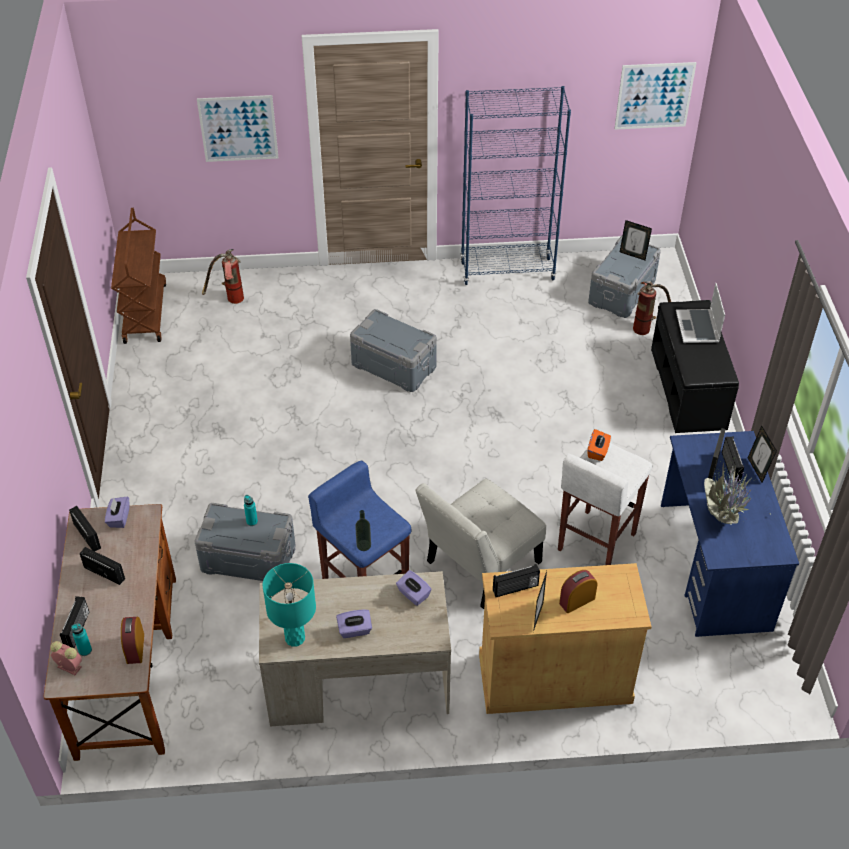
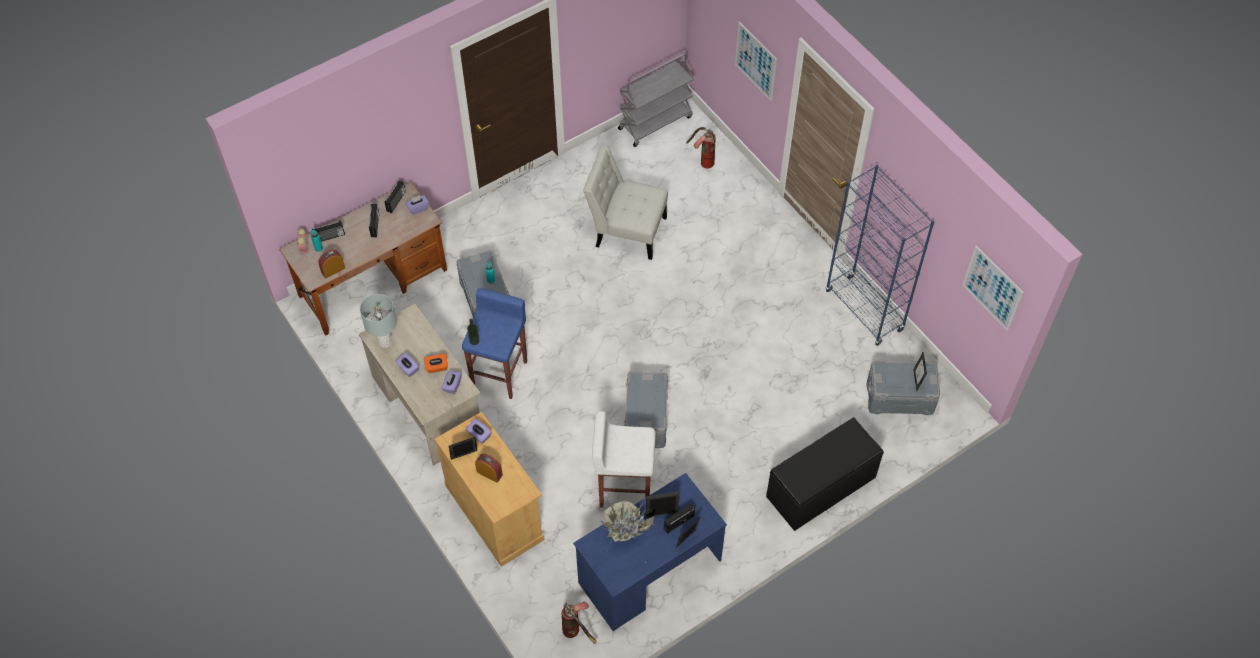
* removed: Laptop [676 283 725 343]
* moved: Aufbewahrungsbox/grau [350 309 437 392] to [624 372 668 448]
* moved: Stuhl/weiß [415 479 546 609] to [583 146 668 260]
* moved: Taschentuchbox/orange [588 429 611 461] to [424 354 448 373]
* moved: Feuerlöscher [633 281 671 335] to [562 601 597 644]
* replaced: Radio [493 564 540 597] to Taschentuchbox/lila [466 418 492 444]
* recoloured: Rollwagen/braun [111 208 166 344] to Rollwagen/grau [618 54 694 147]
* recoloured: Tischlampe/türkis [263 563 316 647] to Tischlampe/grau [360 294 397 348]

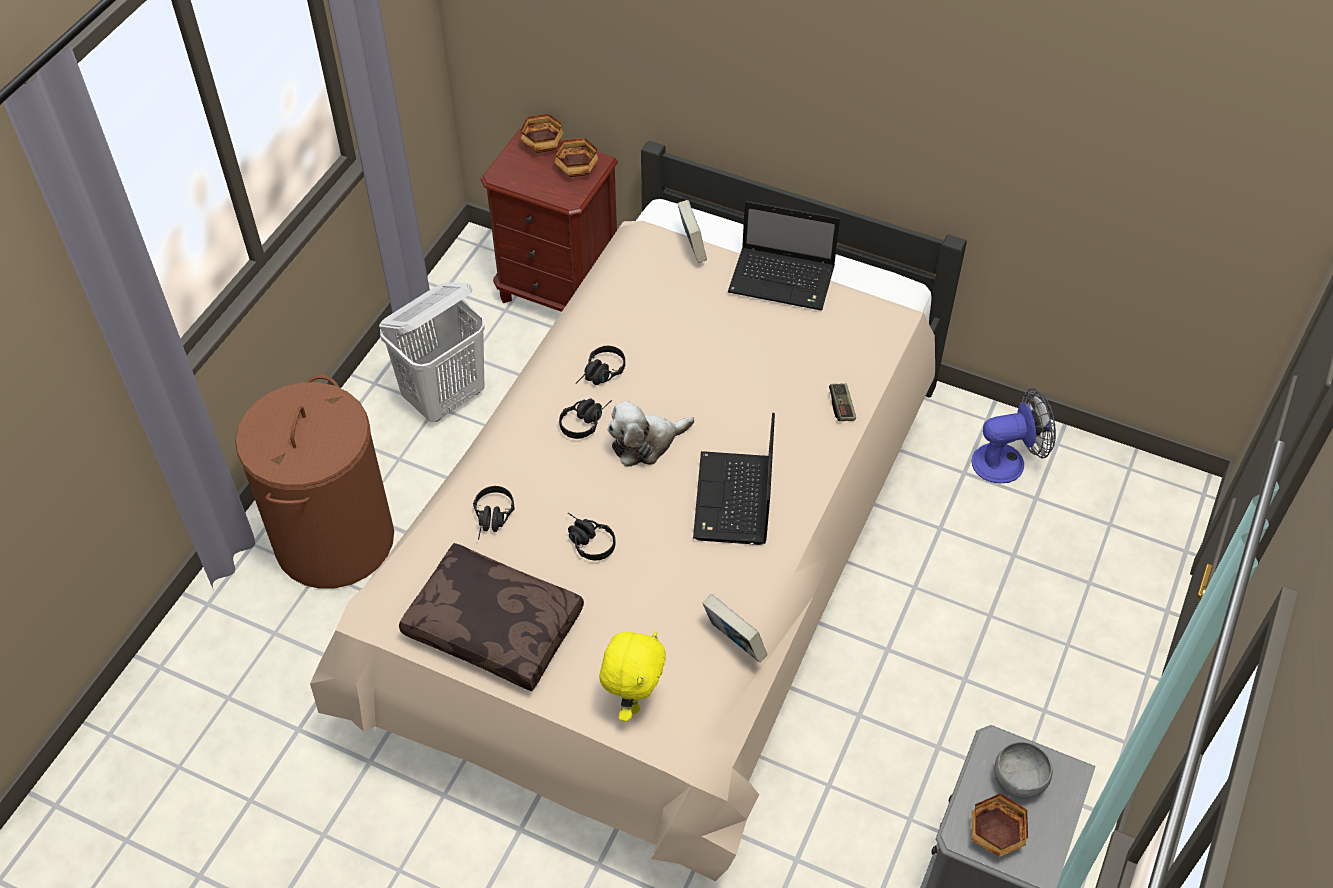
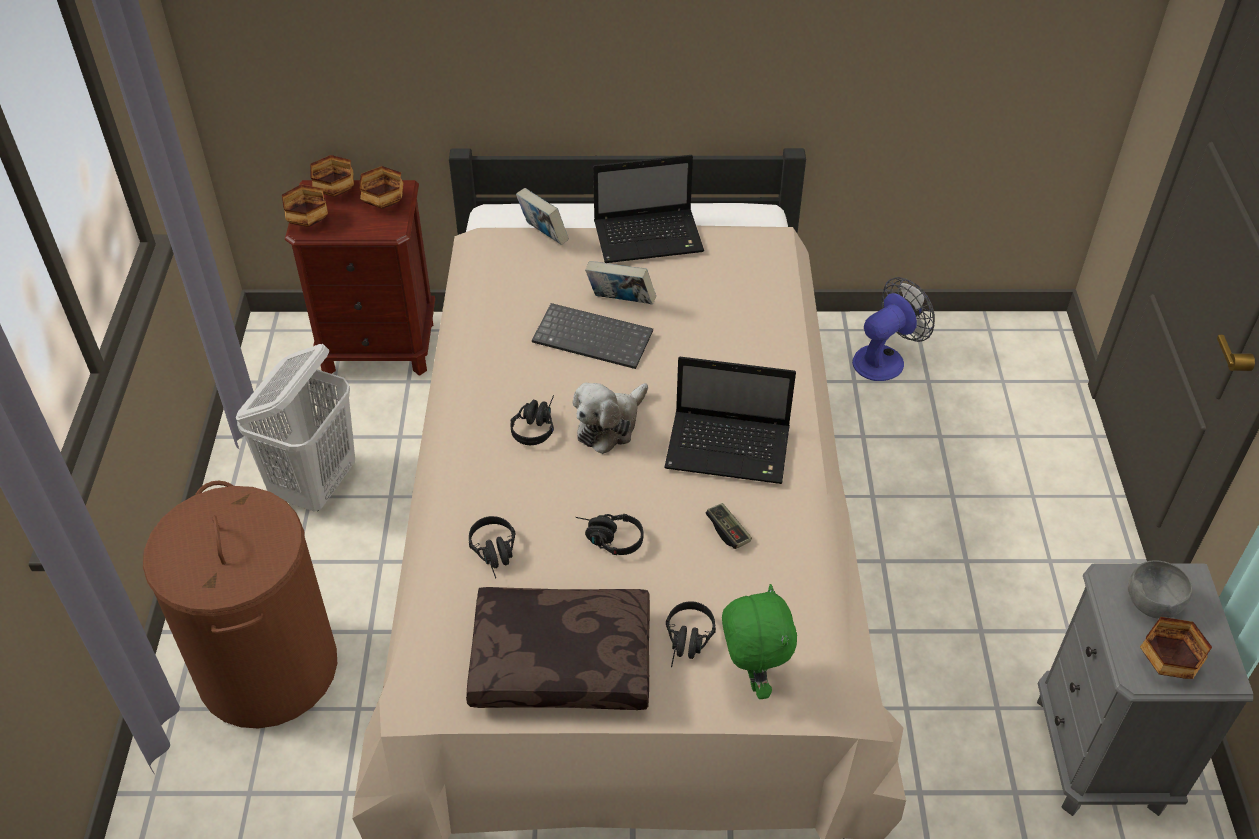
* added: Schüssel [282 184 328 227]
* added: Tastatur [532 303 653 369]
* moved: Kopfhörer/schwarz [576 346 625 385] to [666 601 716 667]
* moved: Buch [702 594 767 663] to [585 261 656 304]
* moved: Gamepad [829 383 856 421] to [706 503 752 549]
* recoloured: Plüschtier/gelb [599 631 666 722] to Plüschtier/grün [722 584 797 699]
* turned: Laptop [693 413 775 545] = [664 357 796 484] 60 degrees counterclockwise

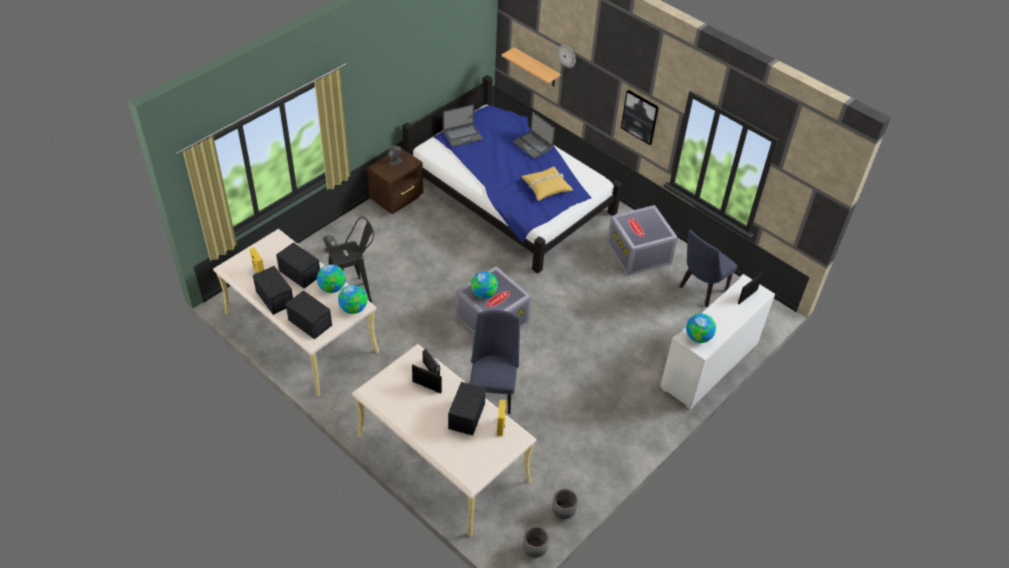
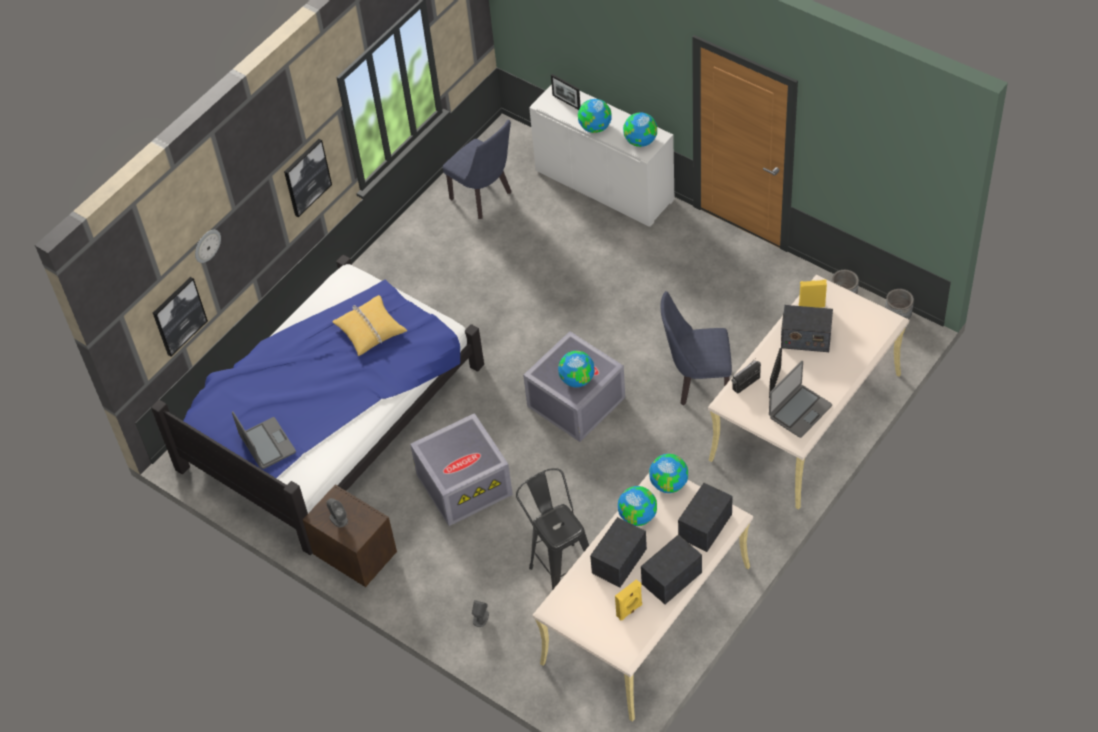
* added: Globus [578 99 612 133]
* moved: Laptop [513 112 555 158] to [769 361 832 438]
* moved: Aufbewahrungsbox/grau [607 205 678 275] to [410 413 513 526]
* replaced: Wandregal [501 47 561 87] to Bild [153 277 208 356]

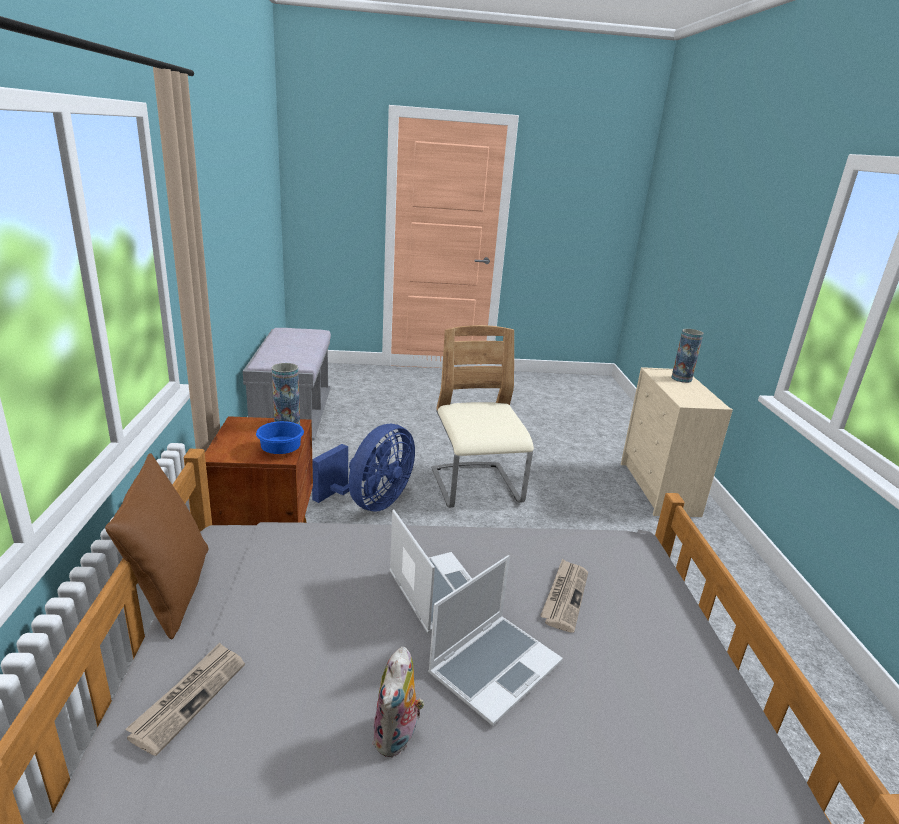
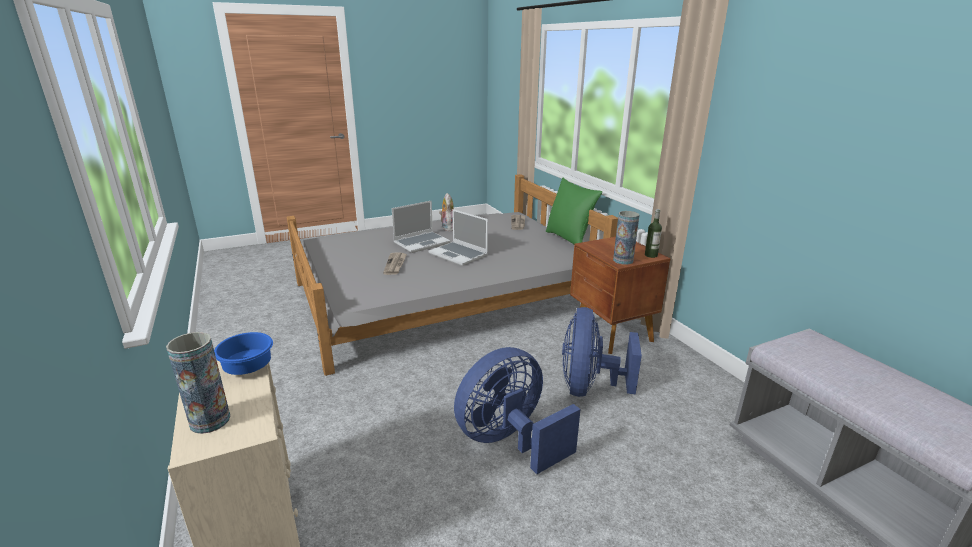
* added: Flasche [645 209 662 258]
* moved: Schüssel/blau [256 421 304 454] to [214 332 273 375]
* replaced: Stuhl/beige [431 325 534 508] to Ventilator/blau [454 347 581 474]
* recoloured: Kissen/braun [105 453 208 640] to Kissen/grün [546 178 602 244]
* turned: Laptop [428 555 563 726] = [392 200 451 253] 150 degrees counterclockwise

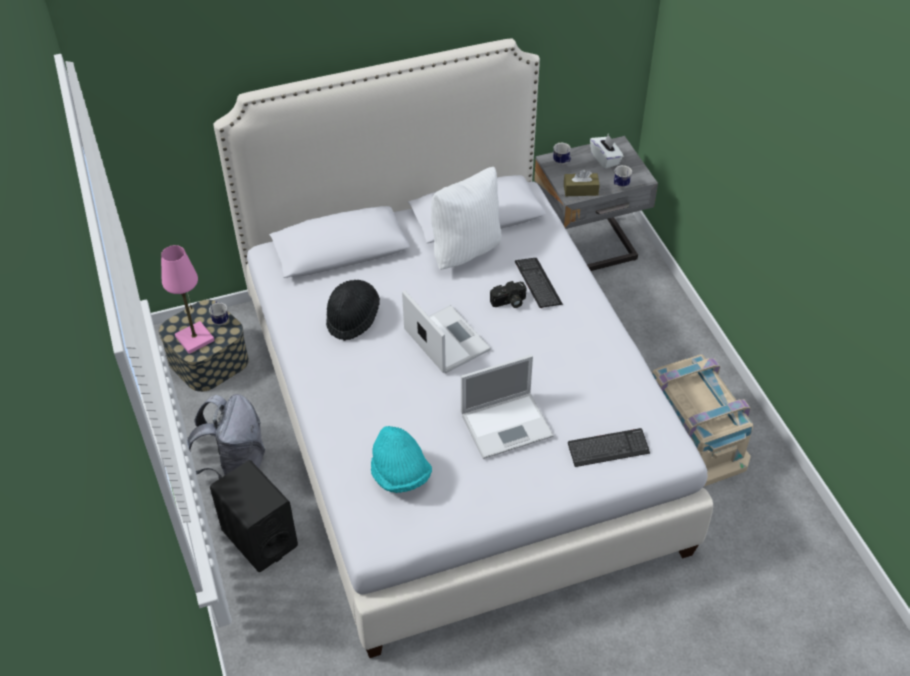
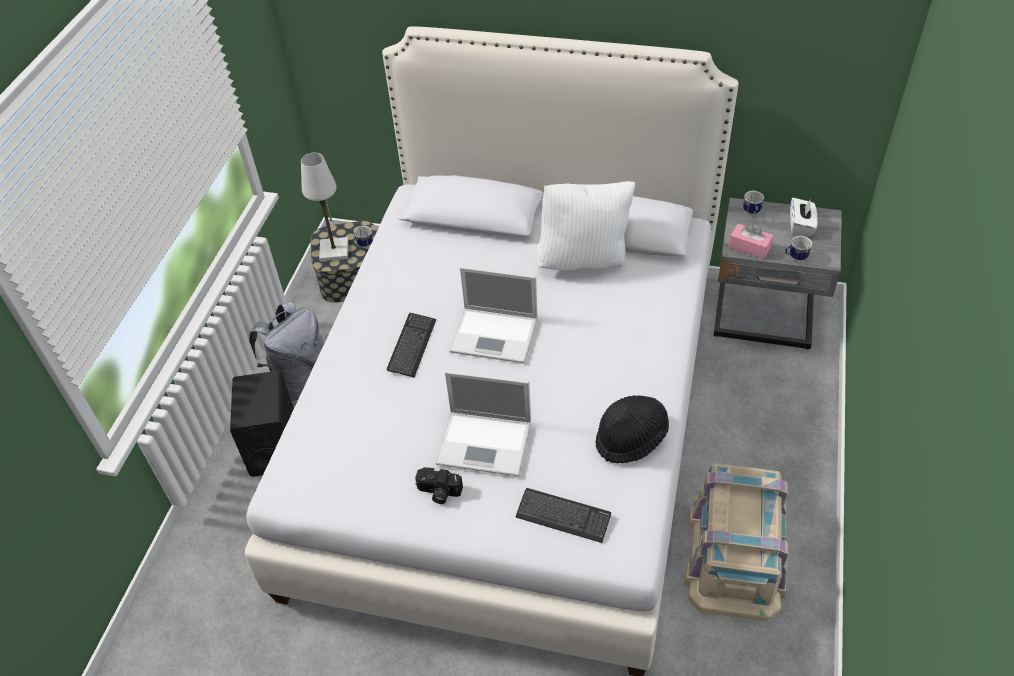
* removed: Hut/türkis [371 426 432 493]
* moved: Hut/schwarz [326 280 380 341] to [596 395 669 463]
* moved: Kamera [490 281 526 308] to [415 467 463 504]
* moved: Tastatur [515 258 563 308] to [387 313 436 377]
* recoloured: Tischlampe/rosa [161 245 215 354] to Tischlampe/weiß [301 153 349 262]
* recoloured: Taschentuchbox/braun [564 169 600 196] to Taschentuchbox/rosa [729 224 774 259]
* turned: Laptop [402 290 491 373] = [449 266 538 363] 105 degrees clockwise

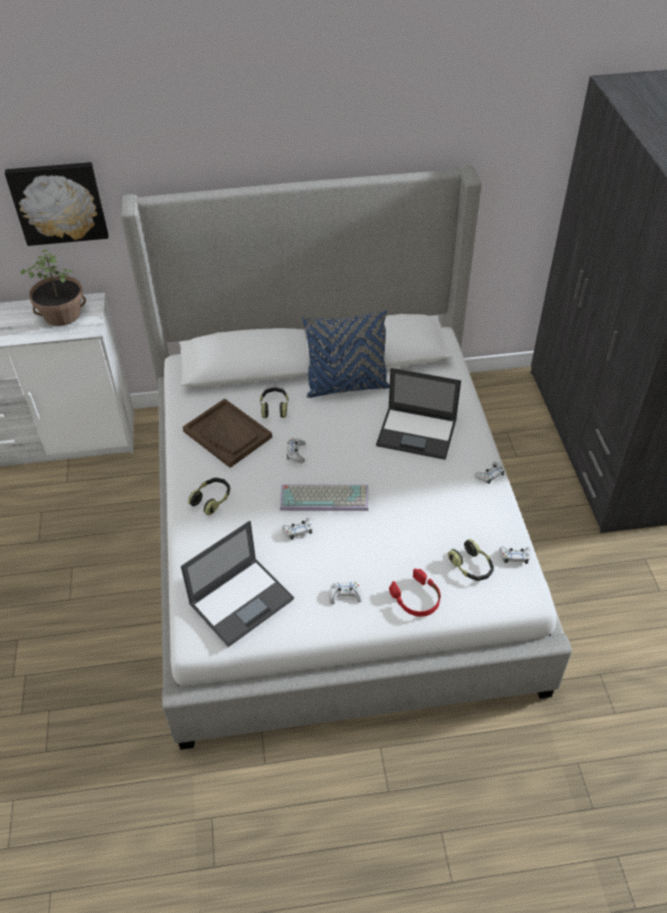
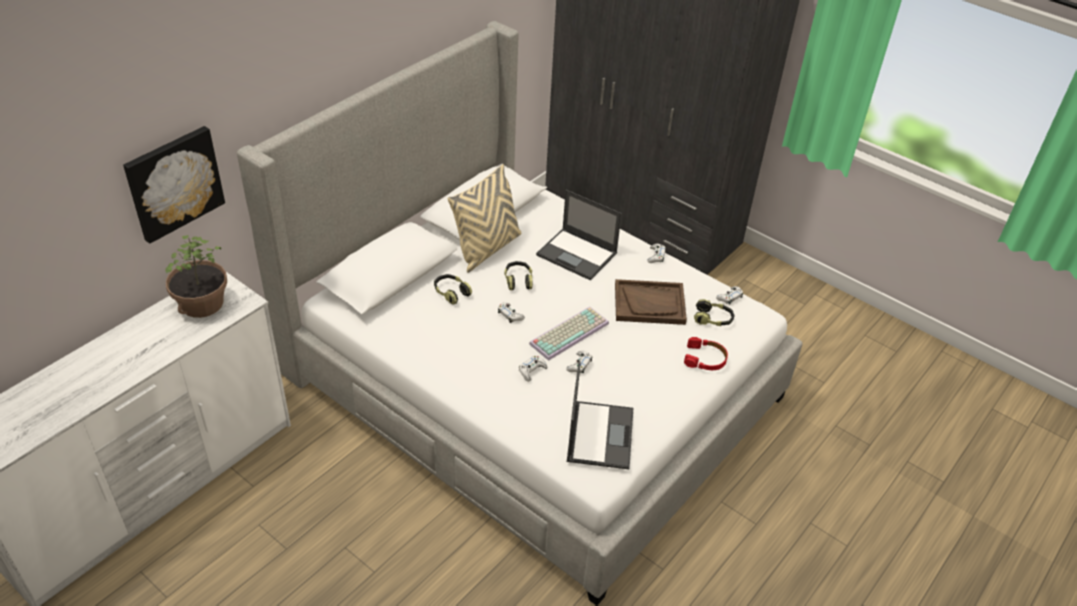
* moved: Tablett/braun [183 399 272 468] to [615 279 687 325]
* moved: Kopfhörer [188 478 230 516] to [505 261 533 291]
* moved: Gamepad/weiß [329 582 362 604] to [519 356 547 382]
* recoloured: Kissen/blau [302 310 390 398] to Kissen/beige [447 164 521 273]
* turned: Laptop [376 368 461 460] = [536 190 622 280] 60 degrees clockwise

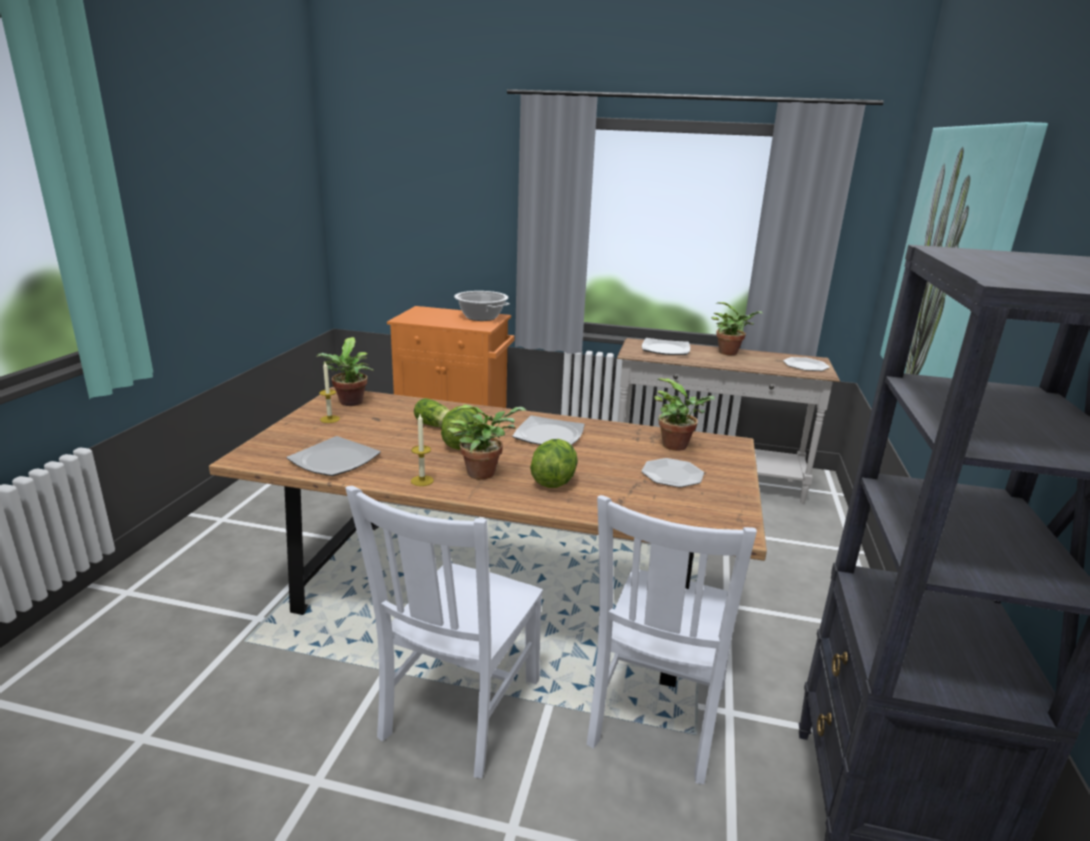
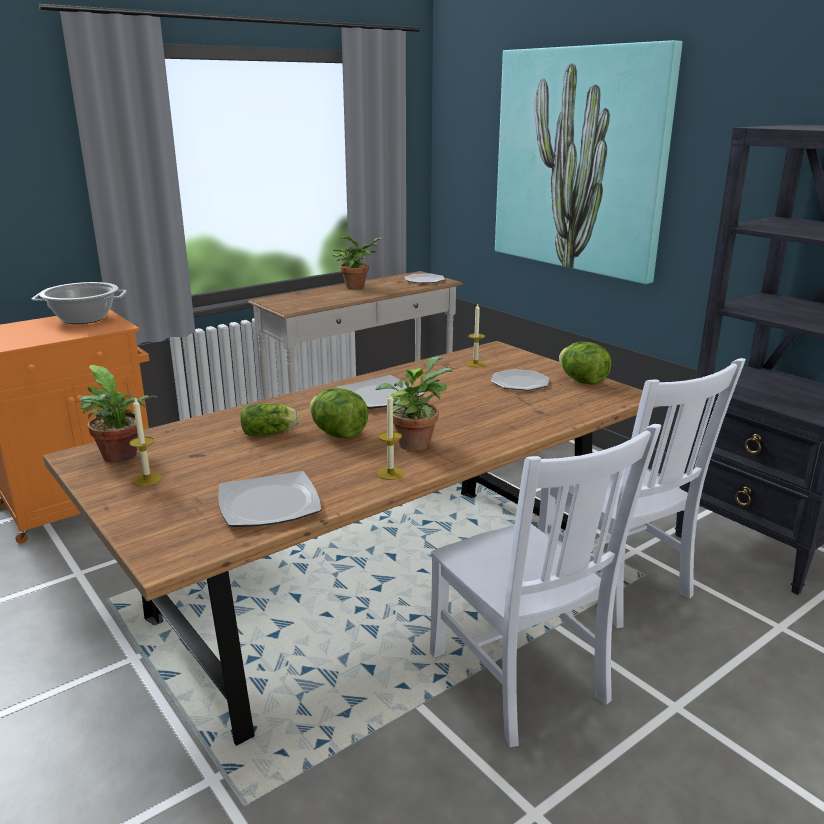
* removed: Teller [642 338 690 355]
* moved: Salatkopf [530 439 578 488] to [559 342 611 384]
* replaced: Topfpflanze [654 378 715 451] to Kerze [466 304 485 367]

